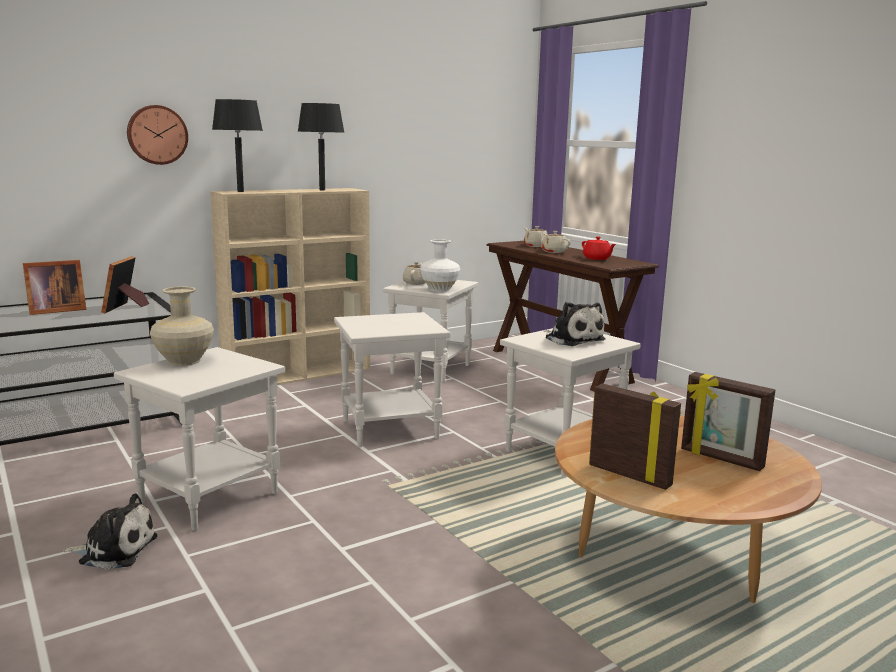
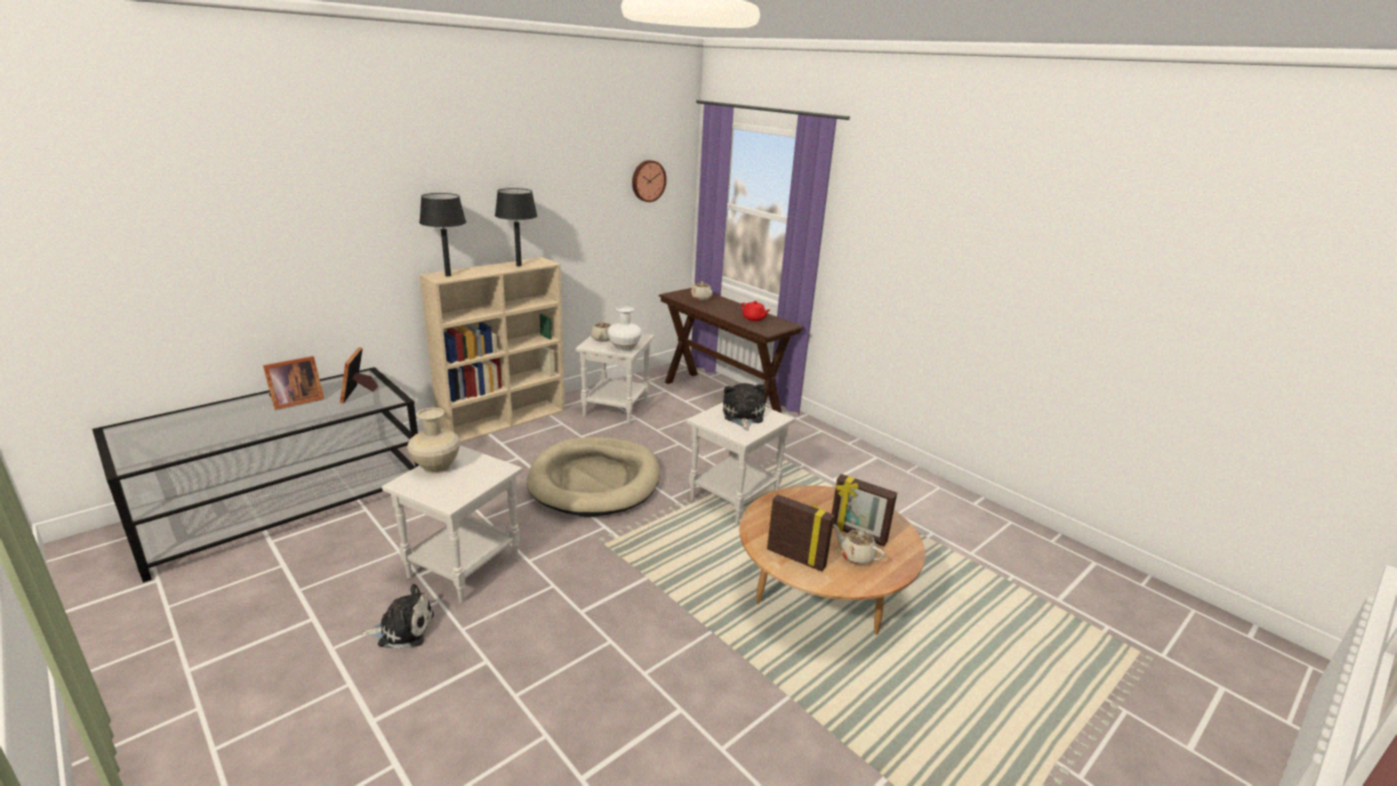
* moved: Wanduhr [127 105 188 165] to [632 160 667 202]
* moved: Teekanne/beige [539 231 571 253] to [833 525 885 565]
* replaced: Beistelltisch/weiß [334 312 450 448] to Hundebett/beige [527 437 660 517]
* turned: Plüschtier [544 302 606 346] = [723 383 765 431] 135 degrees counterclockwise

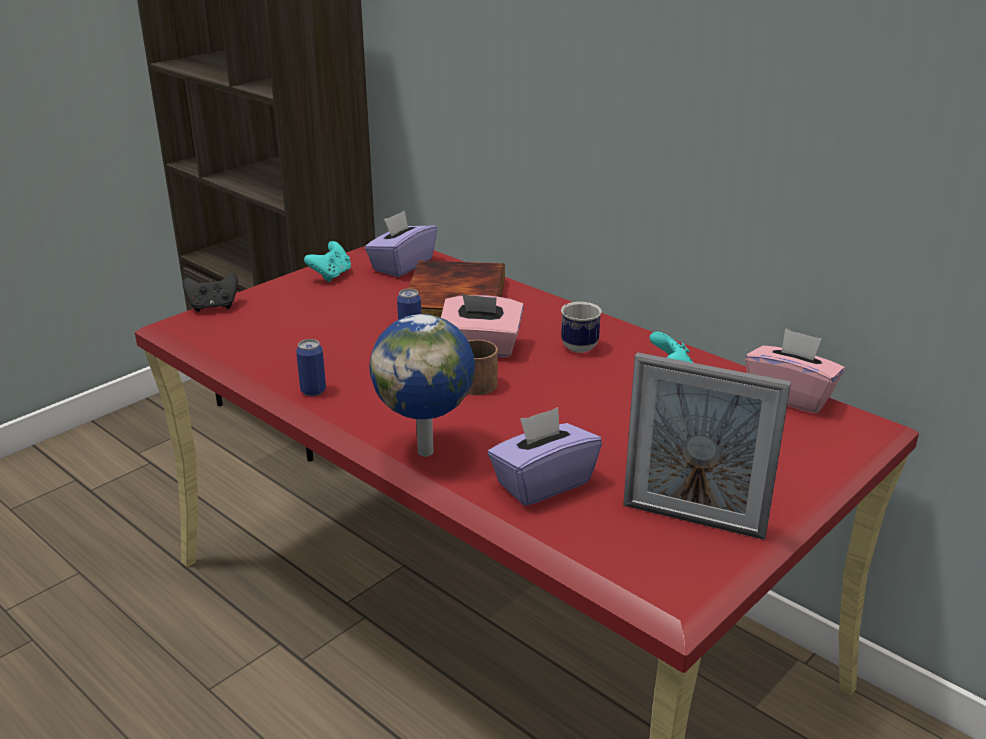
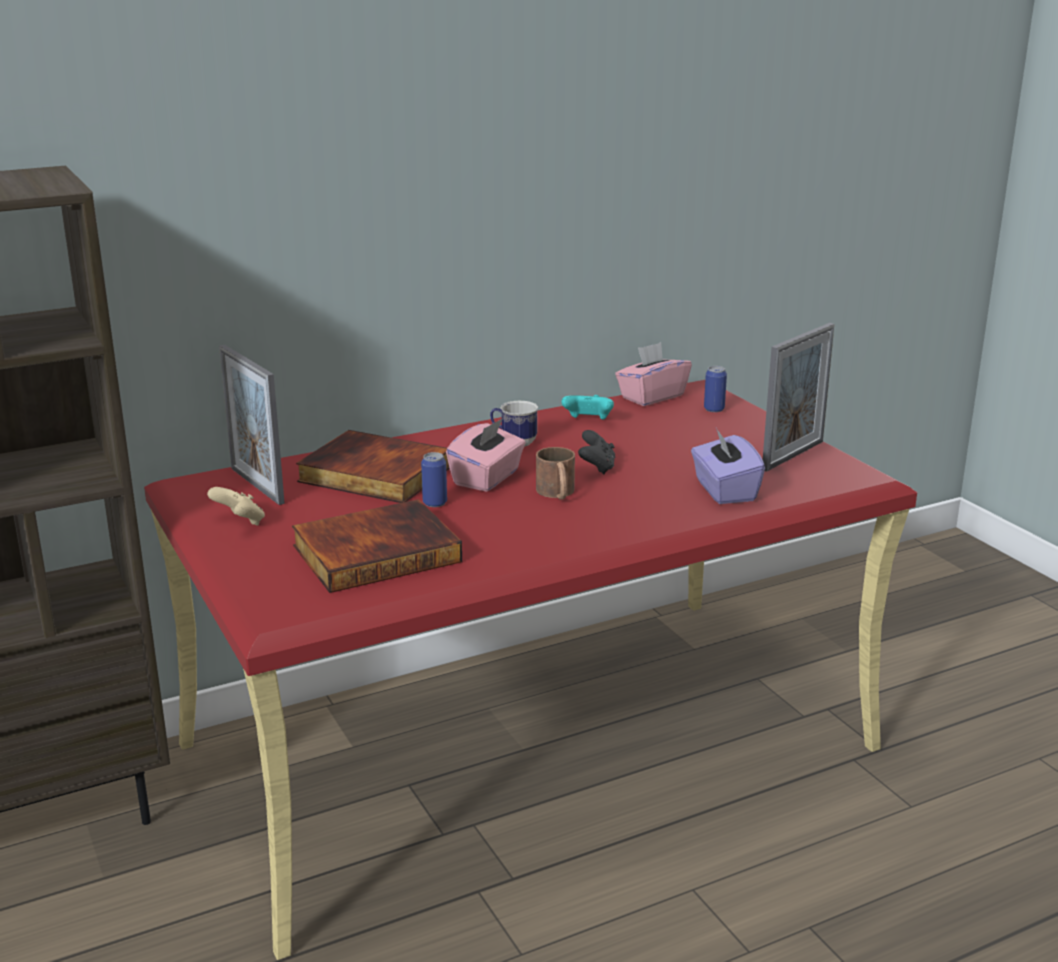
* removed: Globus [369 314 475 457]
* added: Buch [292 499 462 593]
* moved: Gamepad/schwarz [183 273 238 312] to [578 430 615 474]
* moved: Dose [296 339 326 396] to [704 366 727 412]
* replaced: Taschentuchbox/lila [365 211 437 277] to Bilderrahmen [219 345 285 505]
* recoloured: Gamepad/türkis [304 241 351 282] to Gamepad/beige [207 487 265 526]

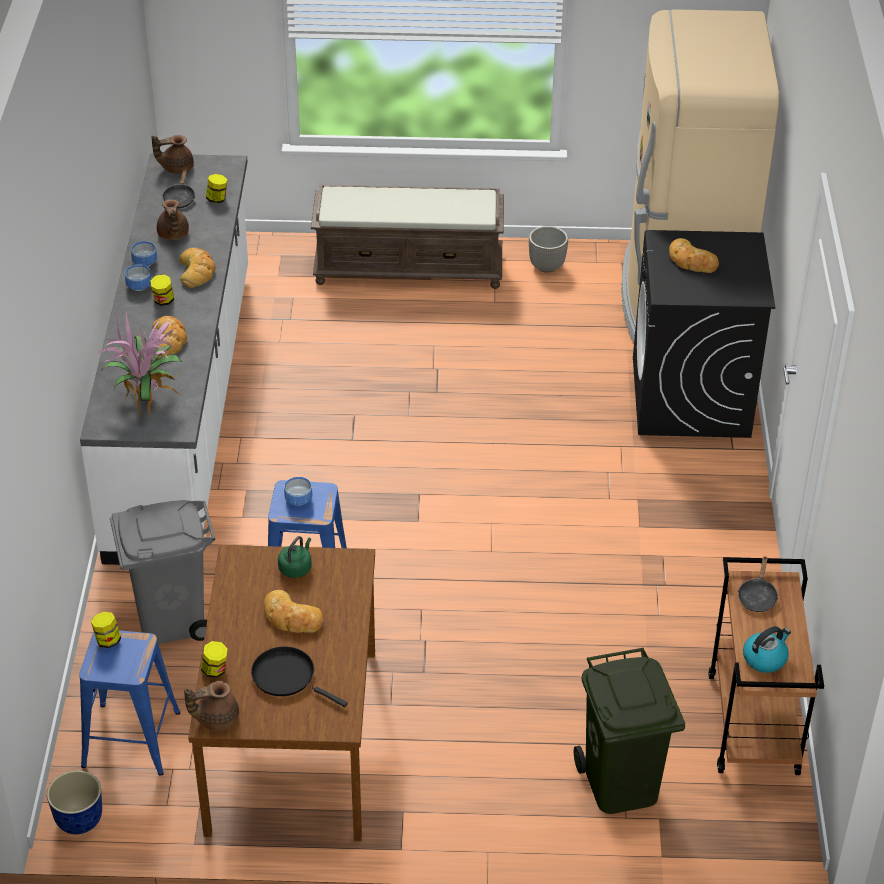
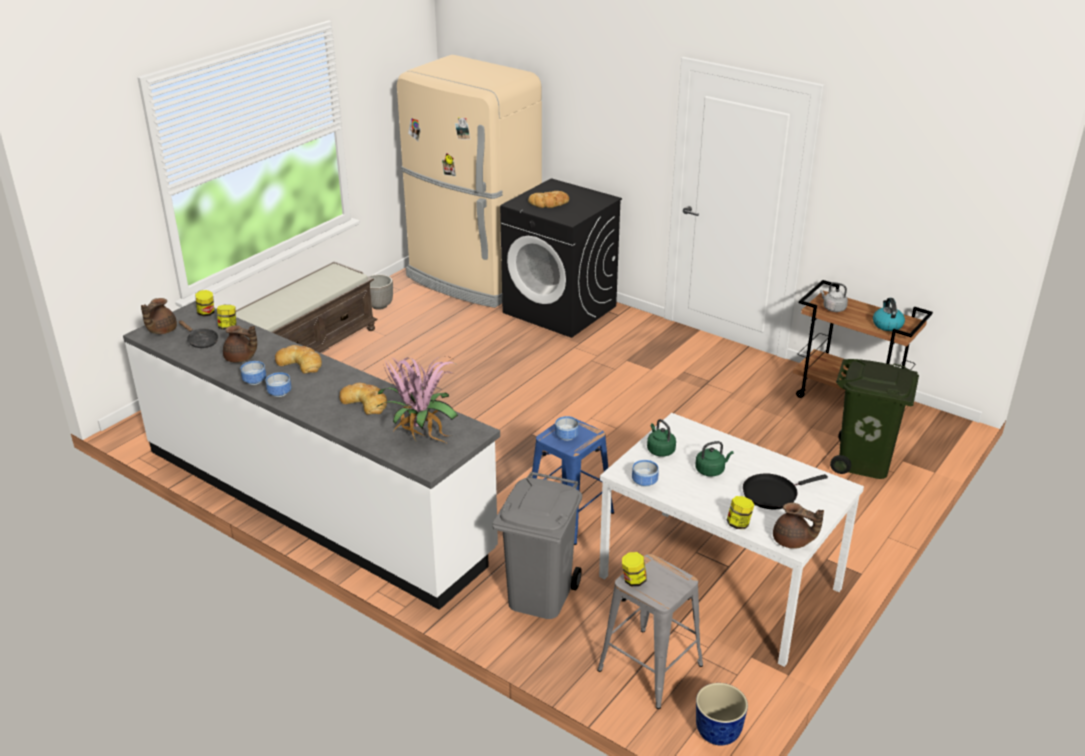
* added: Schüssel [632 460 659 487]
* moved: Vorratsglas [151 274 174 306] to [195 290 214 316]
* replaced: Brot [264 590 323 633] to Wasserkessel/grün [695 441 733 477]
* replaced: Pfanne/schwarz [738 556 778 612] to Wasserkessel/grau [820 282 848 312]
* recoloured: Hocker/blau [79 630 180 776] to Hocker/grau [597 554 703 709]
* recoloured: Esstisch/braun [188 545 375 841] to Esstisch/weiß [599 413 864 667]
* turned: Teekanne/braun [184 681 239 731] = [773 503 824 549] 75 degrees counterclockwise

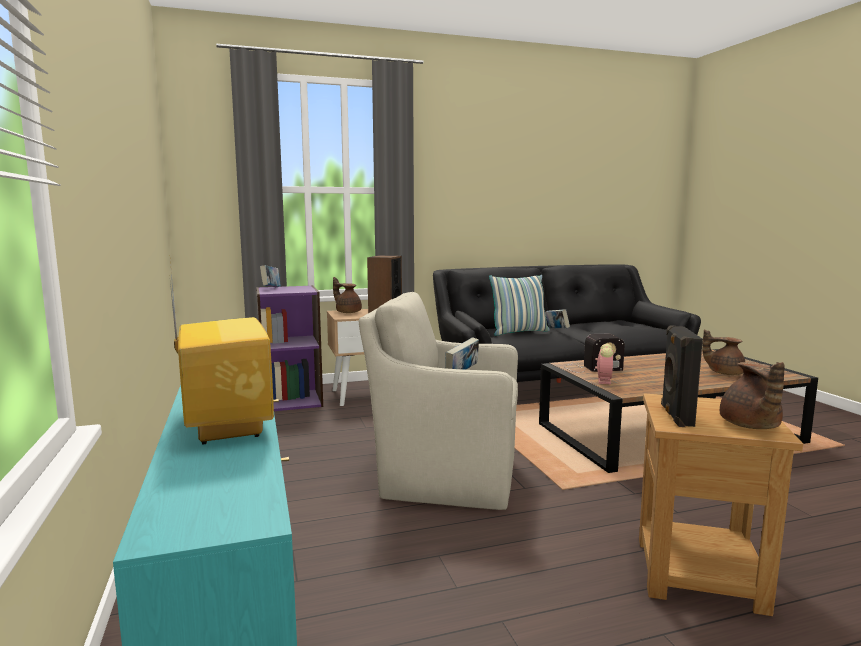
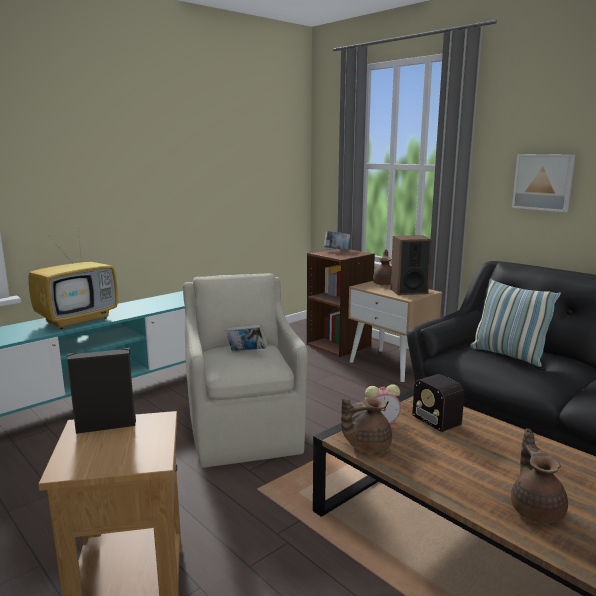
* removed: Buch [545 309 570 328]
* added: Bild [512 154 575 212]
* moved: Teekanne/braun [720 362 785 429] to [341 398 392 453]
* recoloured: Bücherregal/lila [256 285 323 411] to Bücherregal/braun [307 248 375 357]

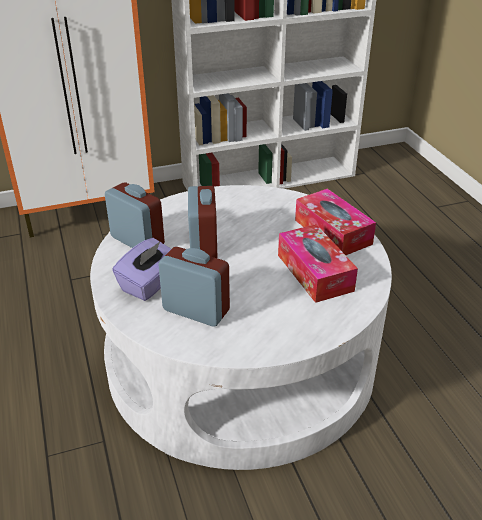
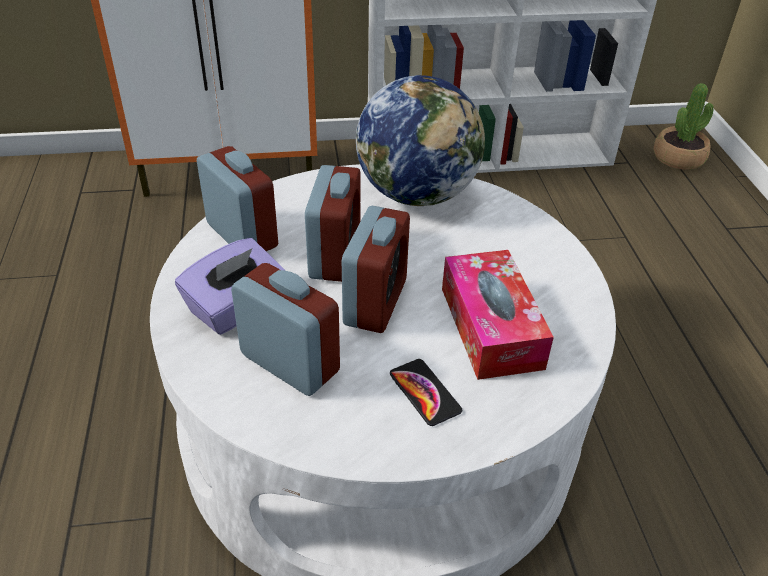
* removed: Taschentuchbox [295 189 376 255]
* added: Wecker [342 206 410 333]
* added: Globus [356 75 485 206]
* added: Handy [390 359 462 426]
* added: Topfpflanze [653 83 713 170]

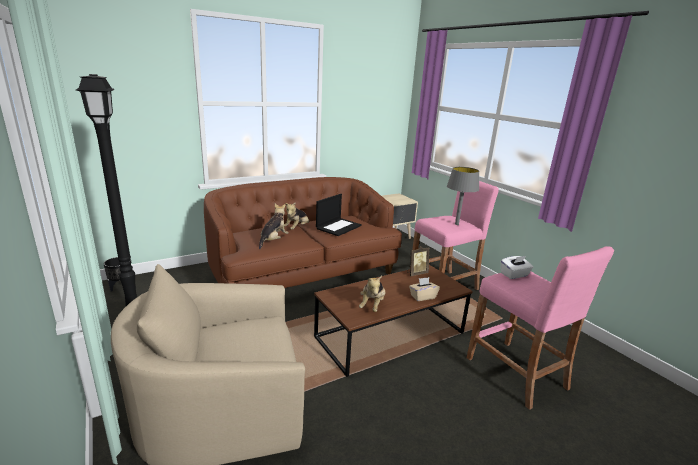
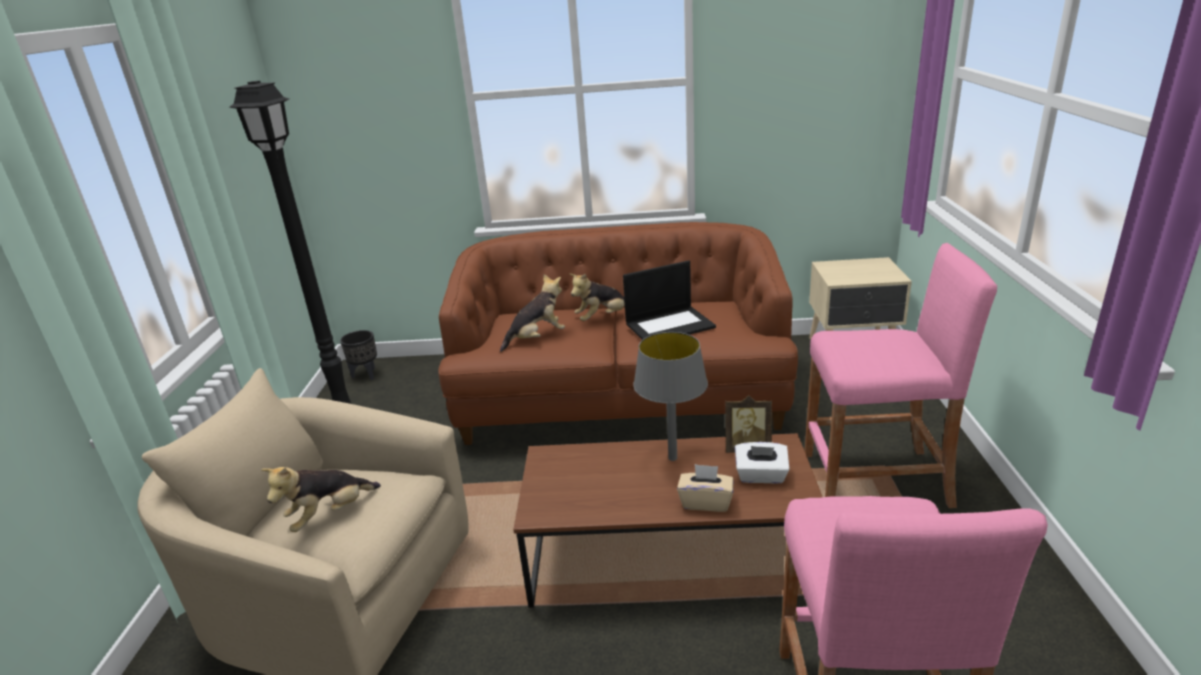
* moved: Plüschtier [359 276 385 312] to [261 467 381 532]
* moved: Tischlampe/grau [447 167 479 225] to [633 332 708 461]
* moved: Taschentuchbox/weiß [501 256 533 279] to [735 442 790 484]

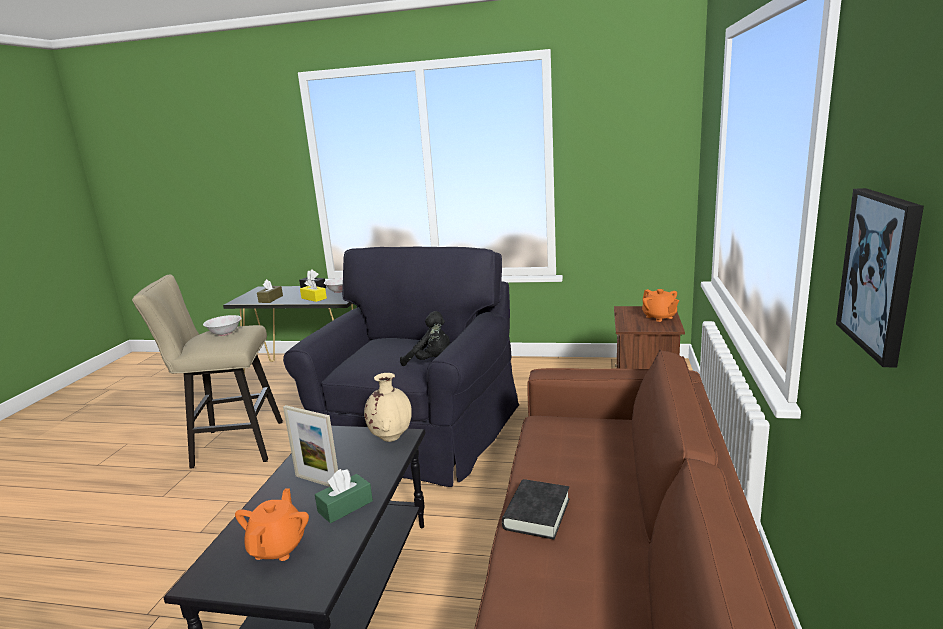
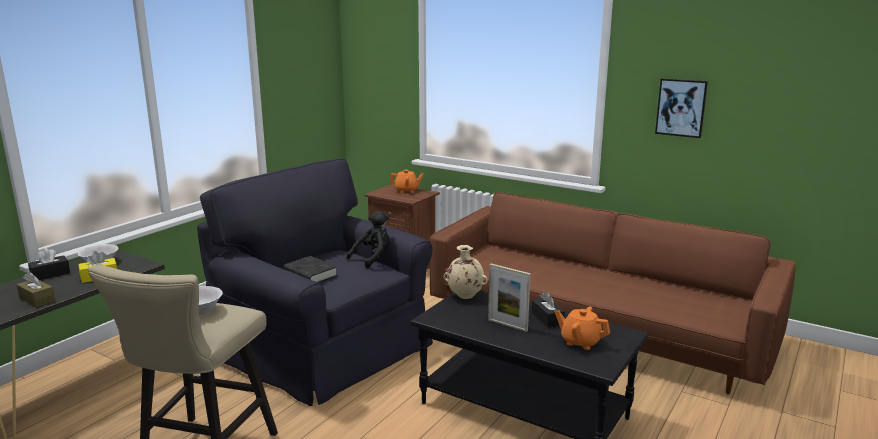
* moved: Buch/schwarz [502 479 570 540] to [283 256 338 283]
* recoloured: Taschentuchbox/grün [315 469 373 523] to Taschentuchbox/schwarz [532 292 565 328]
* turned: Bilderrahmen [283 405 338 487] = [488 264 531 332] 75 degrees clockwise

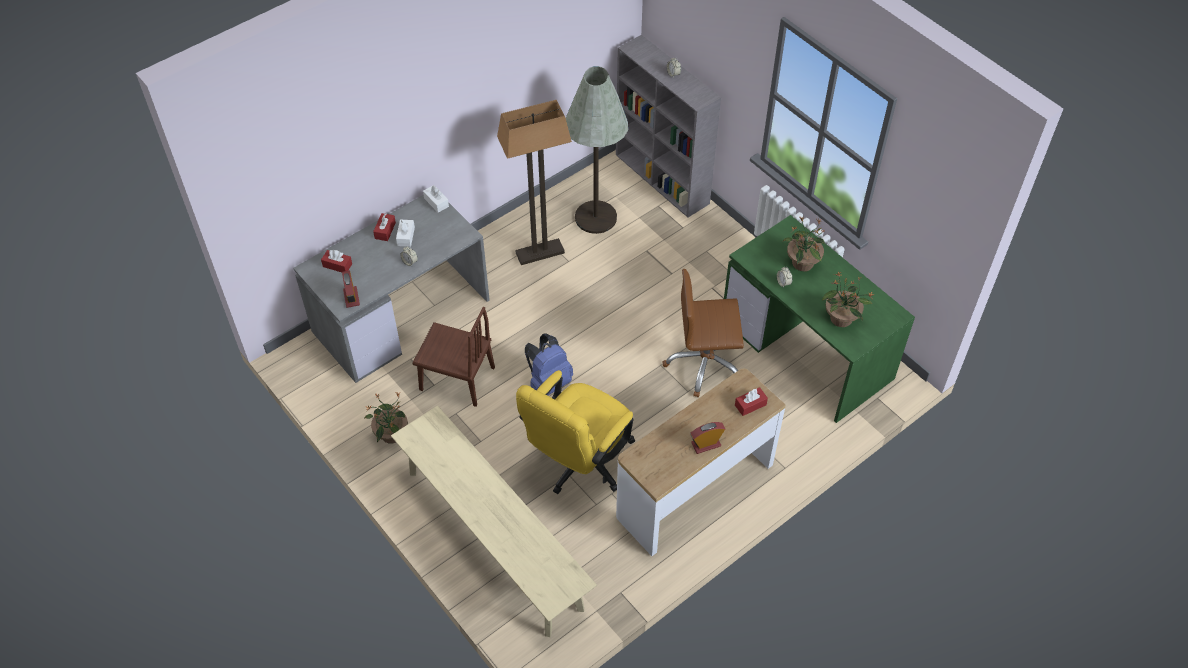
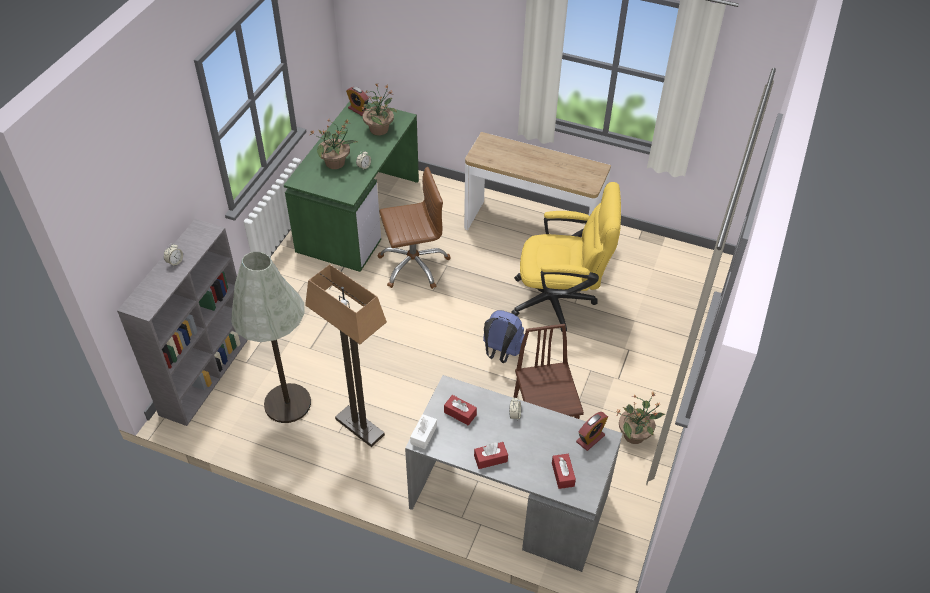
* removed: Bank/beige [391 406 597 637]
* removed: Taschentuchbox/weiß [396 219 415 247]
* moved: Wecker [690 422 725 454] to [346 87 369 116]
* moved: Taschentuchbox/rot [735 387 768 416] to [444 395 477 425]
* turned: Bürostuhl/braun [663 269 744 398] = [378 167 451 289] 75 degrees counterclockwise

